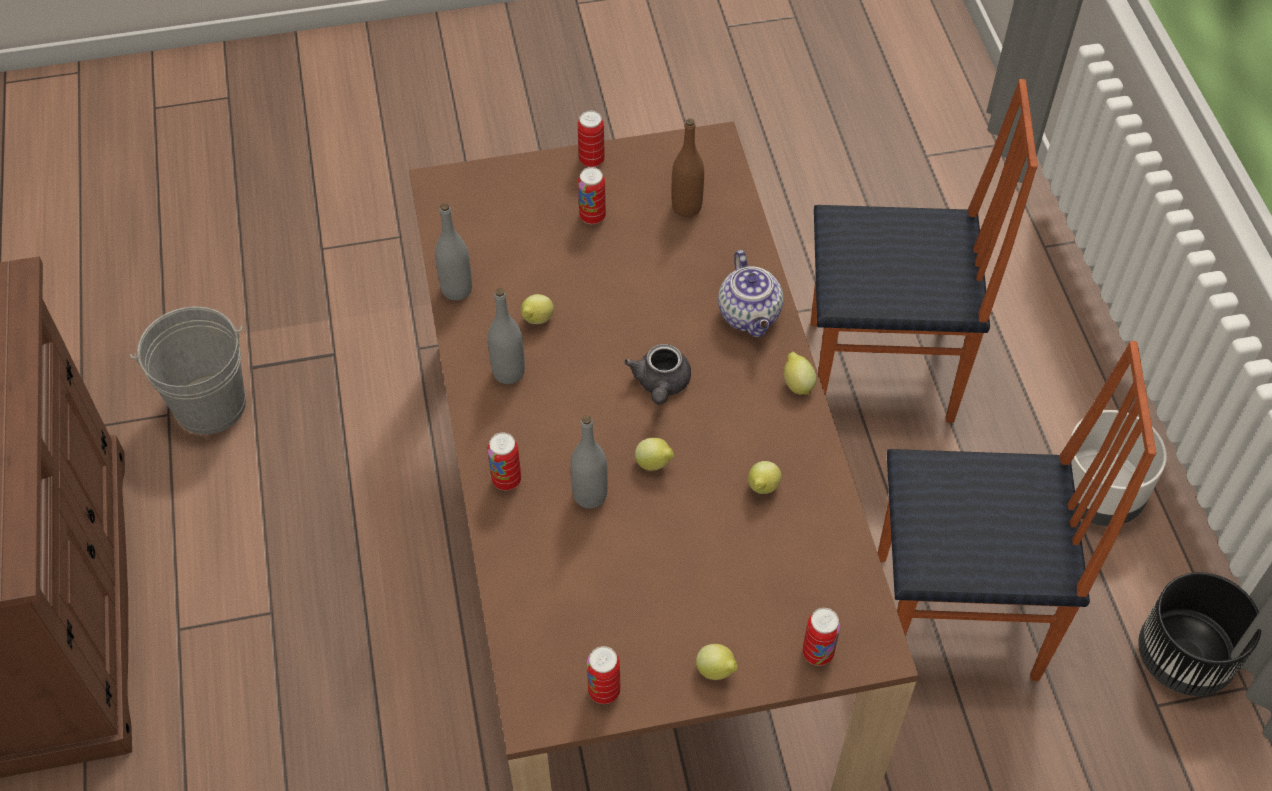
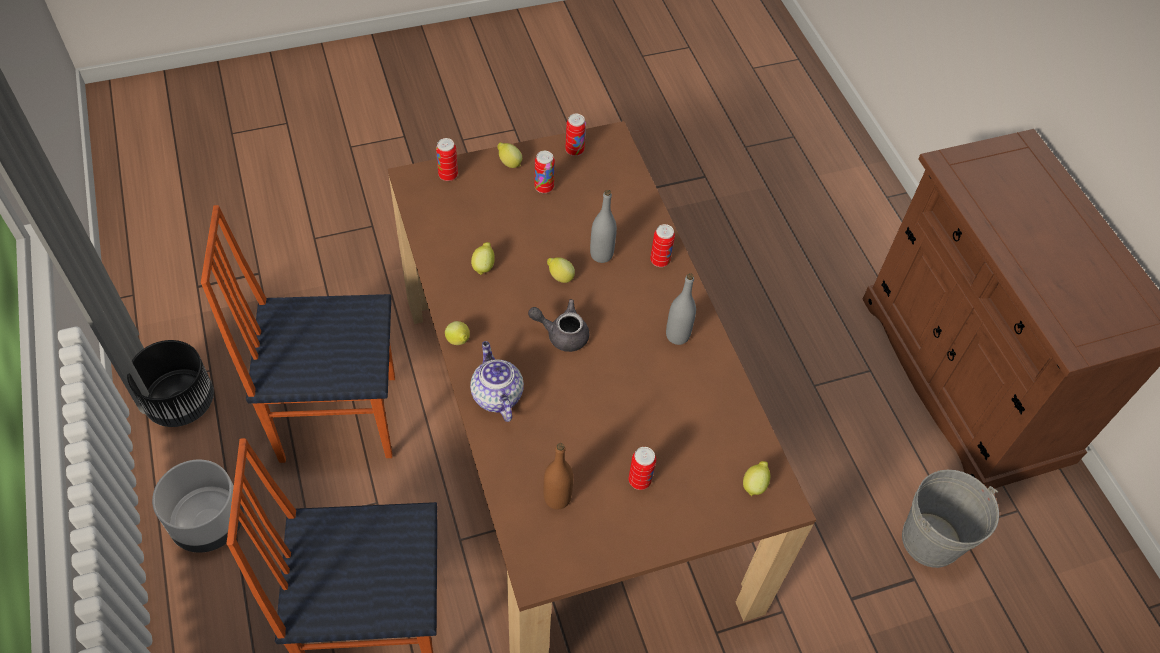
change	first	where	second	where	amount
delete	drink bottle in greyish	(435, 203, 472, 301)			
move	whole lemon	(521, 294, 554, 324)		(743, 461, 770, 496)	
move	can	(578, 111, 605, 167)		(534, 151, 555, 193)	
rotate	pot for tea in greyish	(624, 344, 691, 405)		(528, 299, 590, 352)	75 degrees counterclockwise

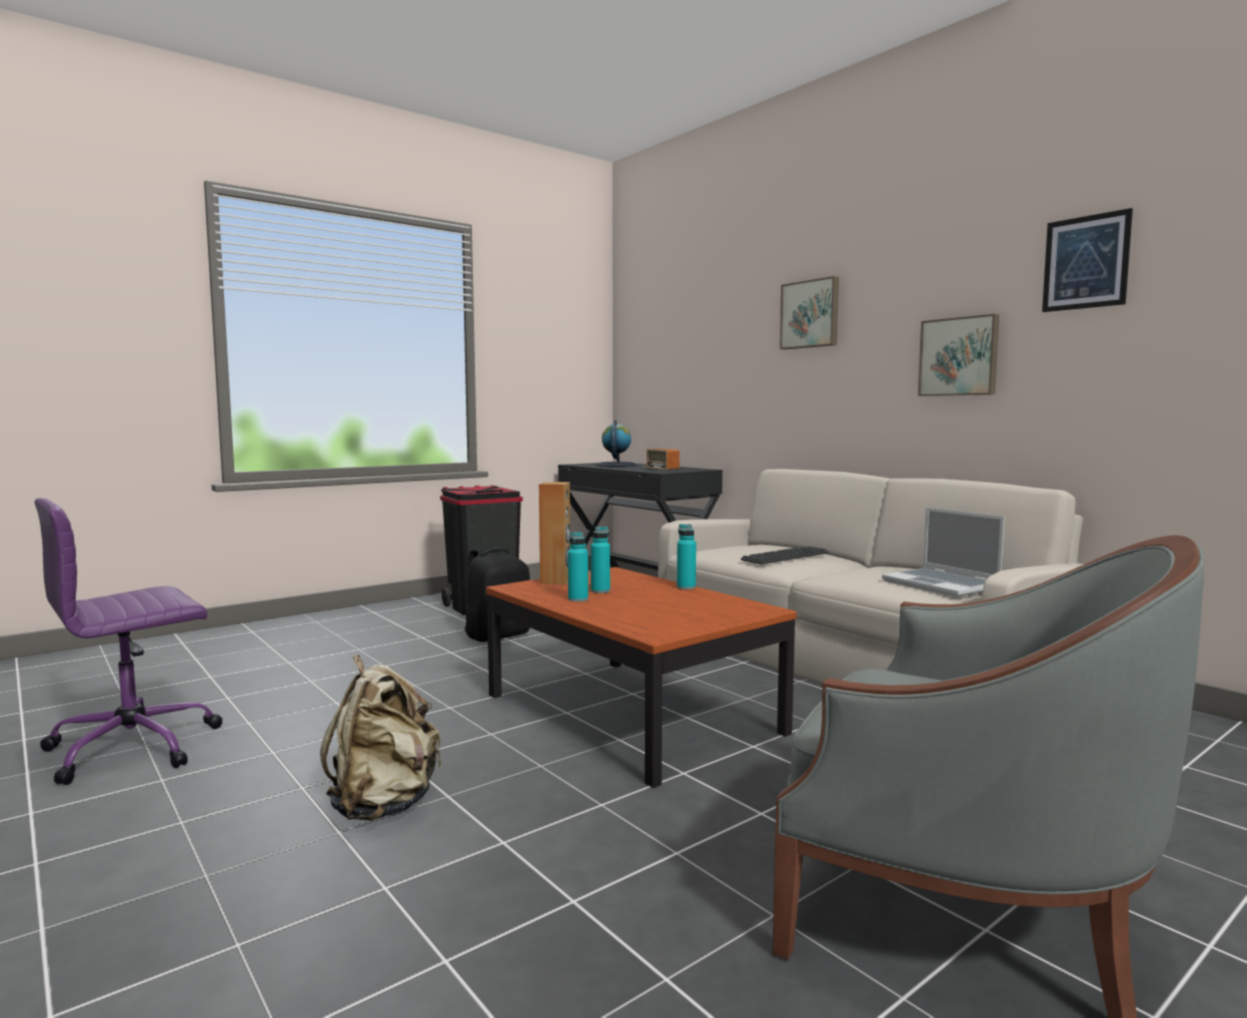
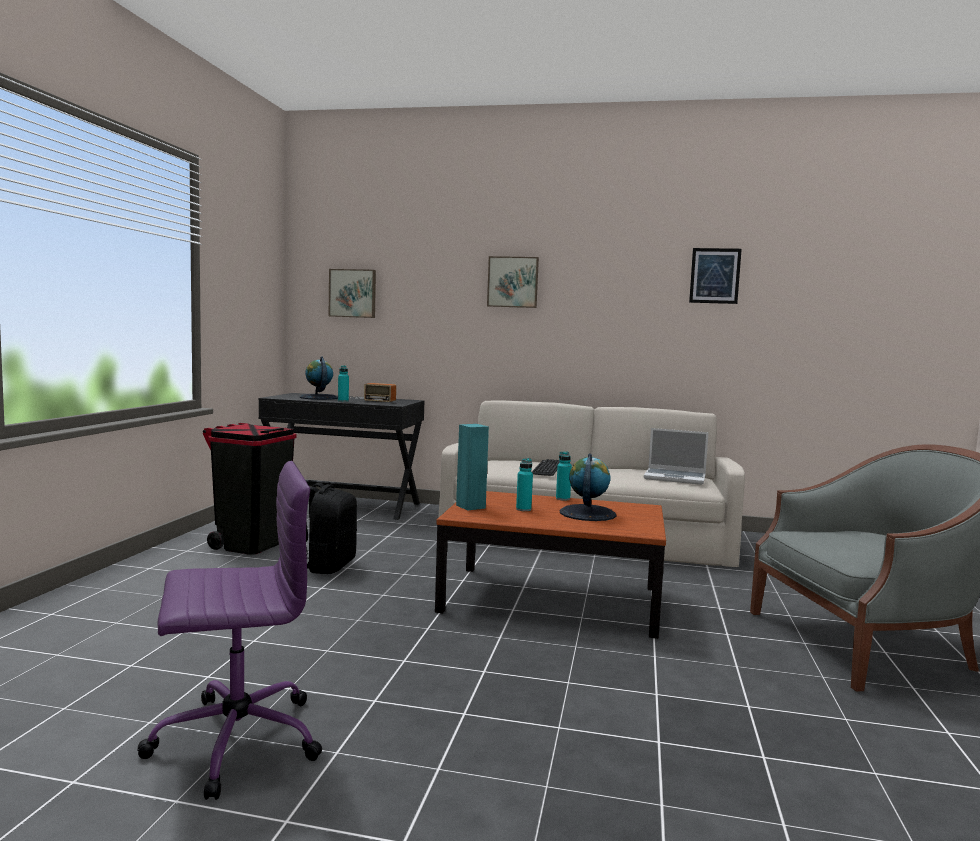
change	first	where	second	where	amount
rotate	computer chair in purple	(35, 498, 223, 785)		(137, 461, 322, 800)	120 degrees counterclockwise
delete	rucksack in beige	(320, 654, 442, 821)			
recolor	loudspeaker in brownish	(539, 482, 570, 585)	loudspeaker in turquoise	(456, 424, 489, 510)	
move	drink bottle in turquoise	(568, 532, 588, 602)		(338, 365, 349, 402)	
move	wall art	(918, 314, 999, 396)		(329, 269, 376, 318)	
insert			world globe	(560, 454, 616, 521)	

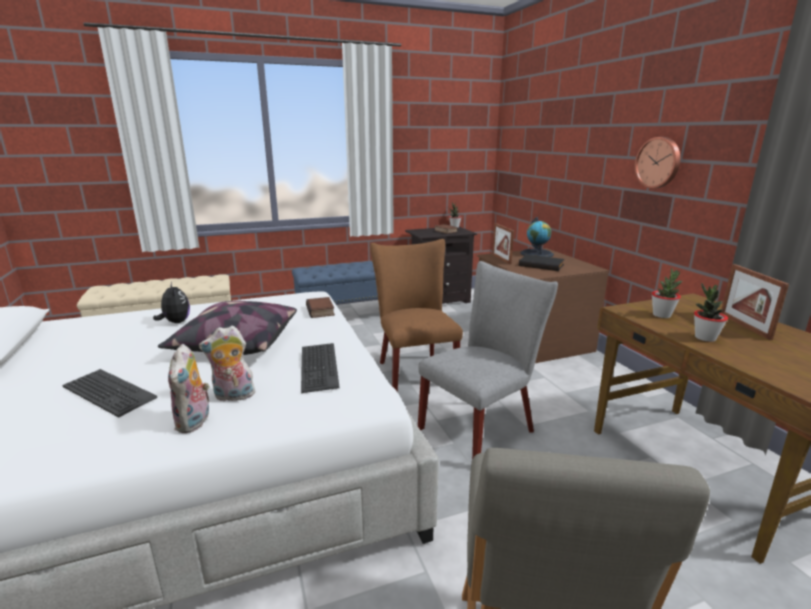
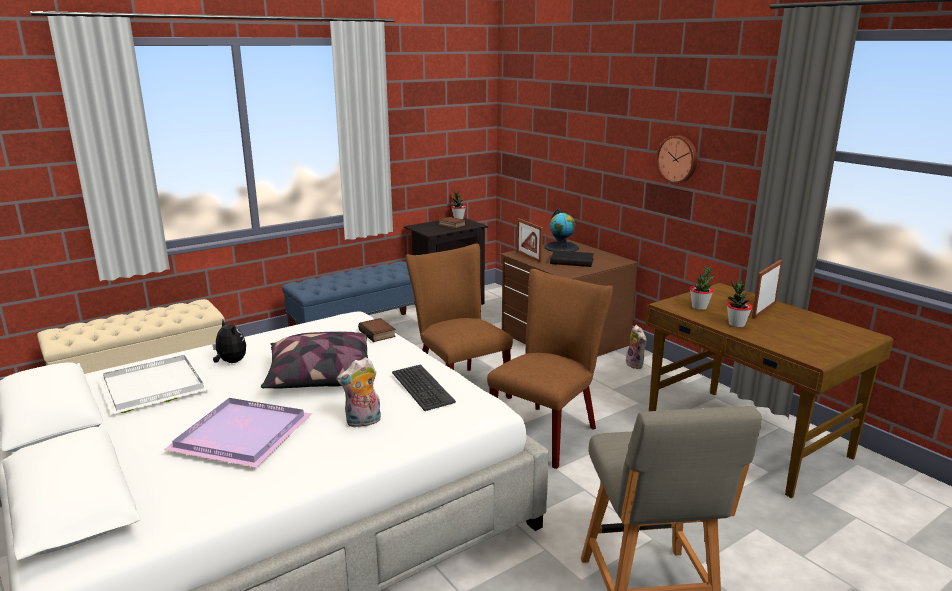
change	first	where	second	where	amount
replace	computer keyboard	(63, 369, 157, 418)	serving tray in purple	(164, 398, 312, 468)	
move	soft toy	(168, 344, 210, 433)		(626, 325, 646, 369)	
recolor	plain chair in greyish	(418, 261, 558, 459)	plain chair in brownish	(487, 269, 613, 469)	
rotate	photo frame	(720, 264, 789, 340)		(752, 260, 782, 319)	60 degrees clockwise
insert			serving tray in white	(98, 355, 211, 415)	

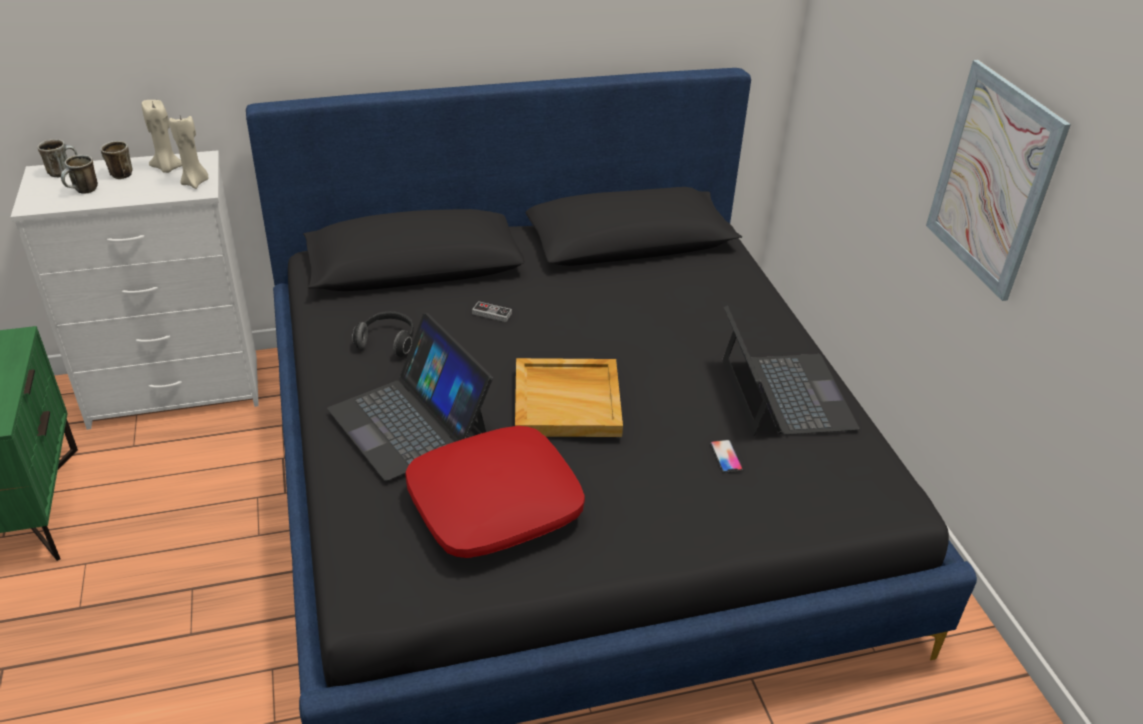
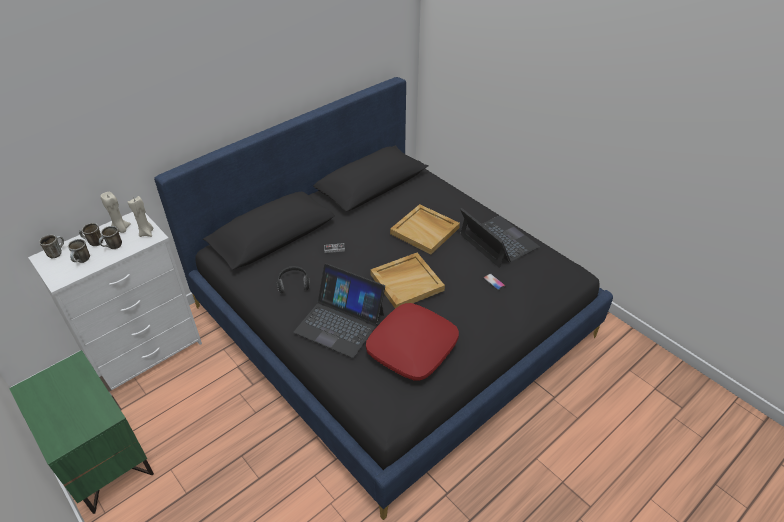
change	first	where	second	where	amount
delete	wall art	(926, 60, 1071, 301)			
insert			coffee mug	(99, 226, 122, 249)	
insert			serving tray in beige	(390, 204, 460, 254)	

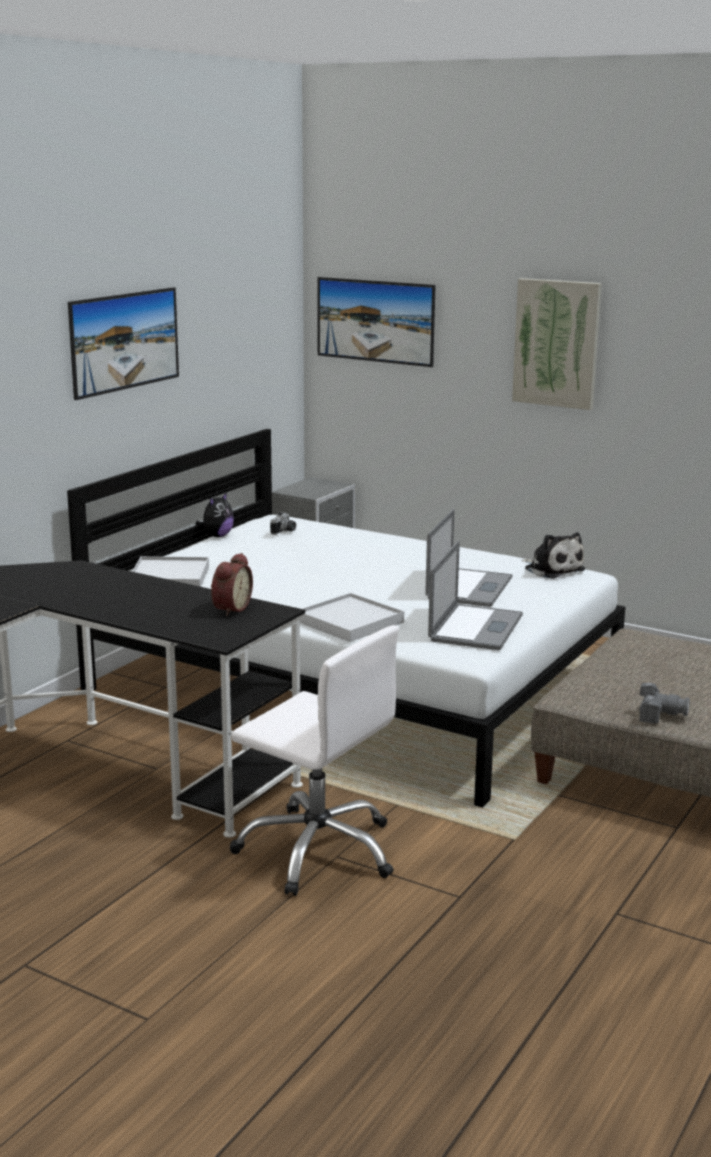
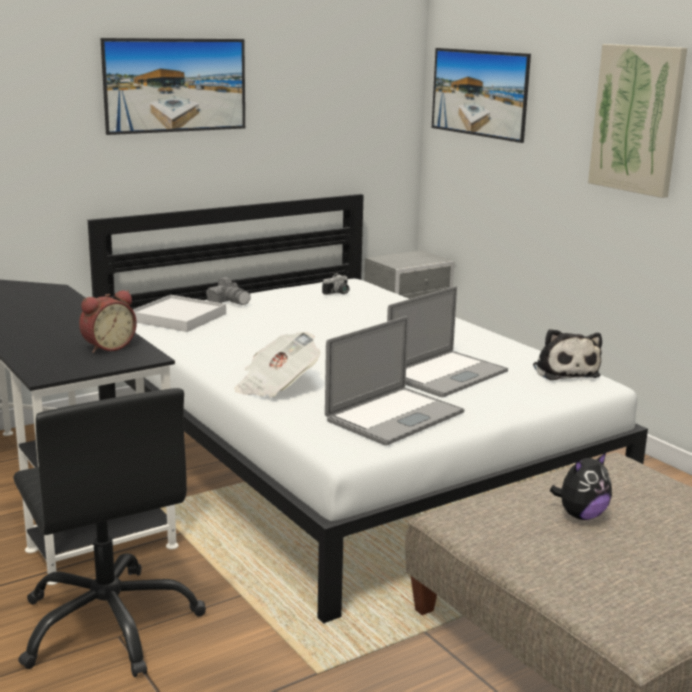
change	first	where	second	where	amount
move	soft toy	(195, 492, 234, 537)		(550, 452, 612, 520)	
recolor	computer chair in white	(230, 625, 399, 896)	computer chair in black-coloured	(13, 388, 206, 677)	
replace	serving tray in white	(300, 593, 404, 642)	daily paper	(234, 332, 320, 397)	
move	photo camera	(639, 683, 690, 723)		(206, 277, 251, 305)	

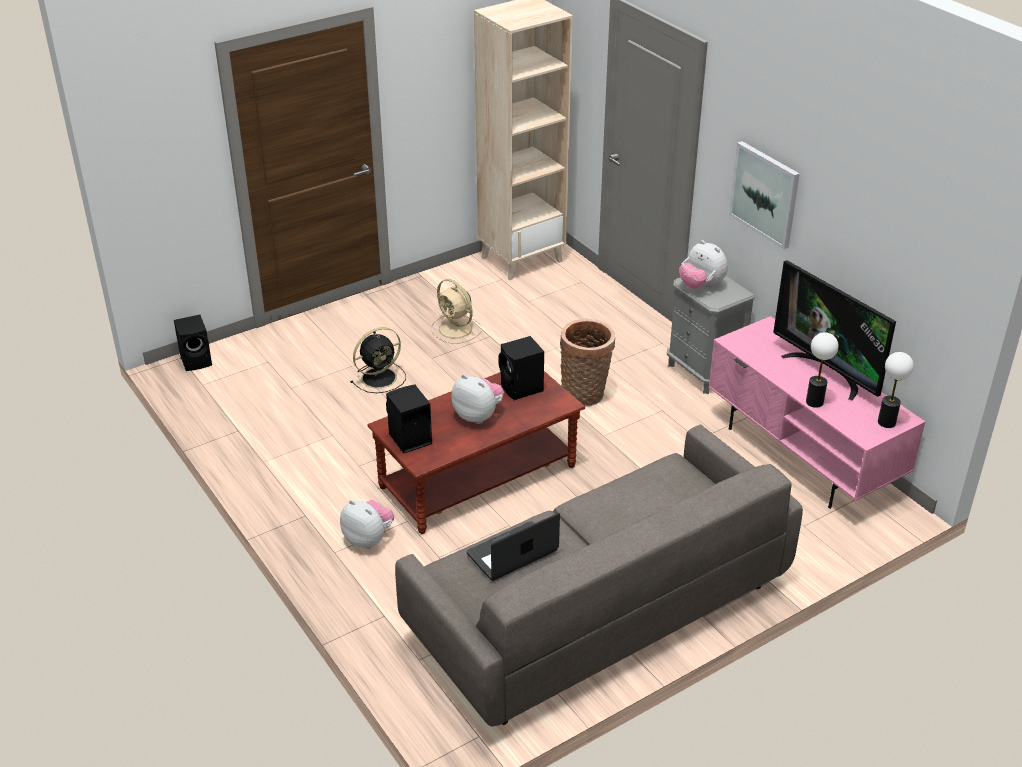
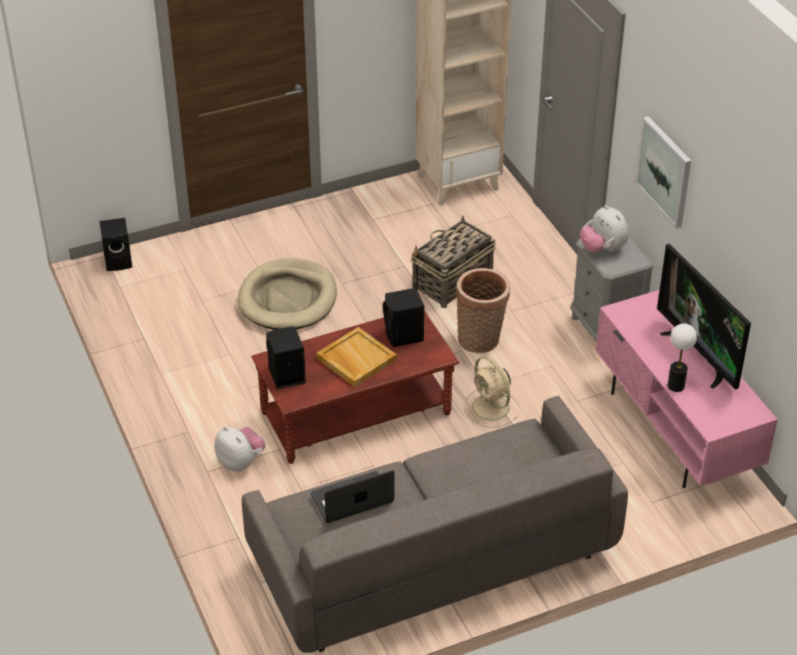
change	first	where	second	where	amount
replace	fan in black-coloured	(351, 327, 406, 393)	dog cushion in beige	(238, 258, 337, 330)	
move	fan in beige	(431, 279, 482, 344)		(464, 356, 520, 428)	
replace	soft toy	(452, 374, 504, 424)	serving tray in beige	(316, 327, 397, 387)	
delete	lamp for a table	(878, 352, 914, 428)			
insert			household basket	(411, 216, 496, 308)	

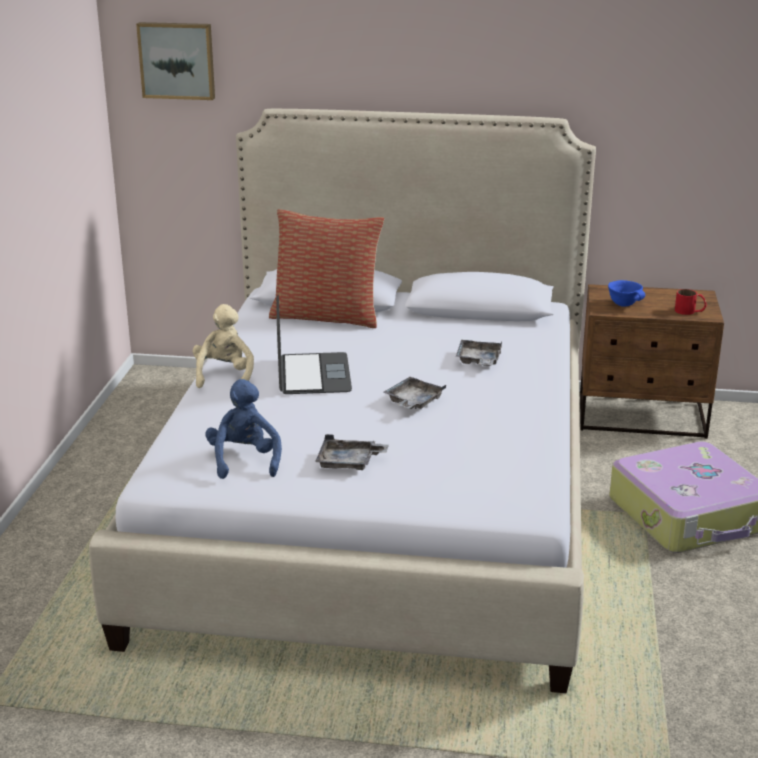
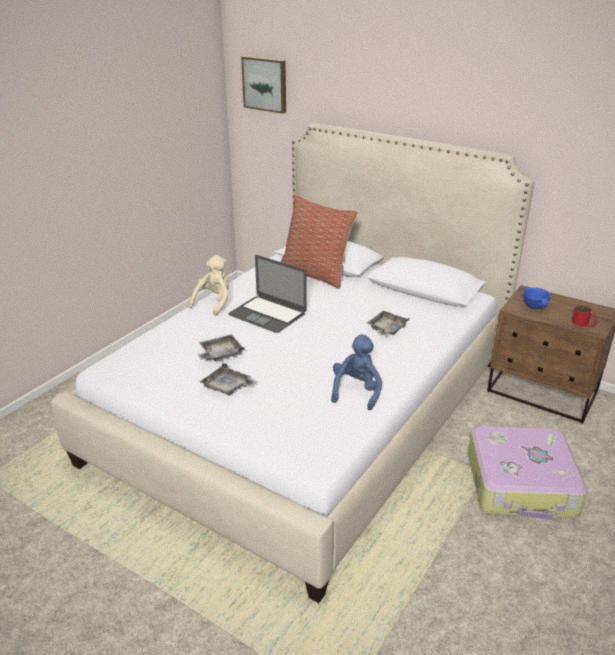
change	first	where	second	where	amount
move	soft toy in blue	(205, 379, 282, 479)		(331, 334, 382, 410)	
rotate	notebook computer	(276, 295, 352, 394)		(228, 255, 306, 333)	105 degrees clockwise
move	serving tray in greyish	(383, 377, 446, 409)		(197, 334, 245, 361)	

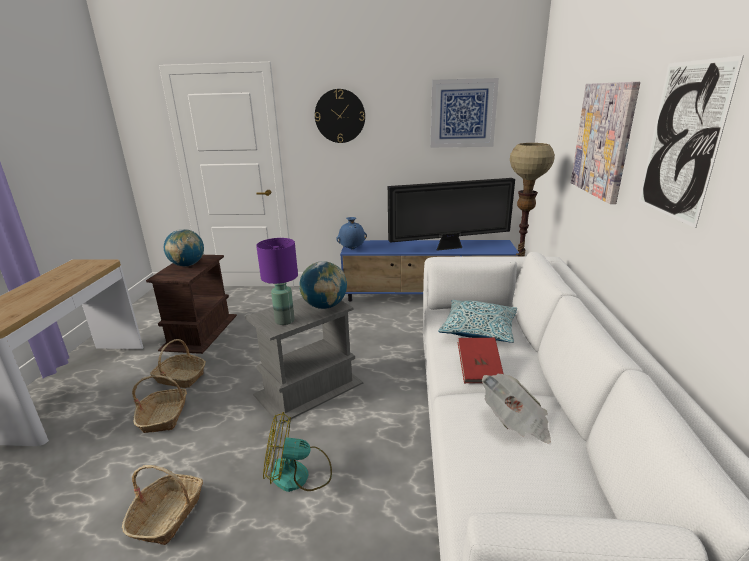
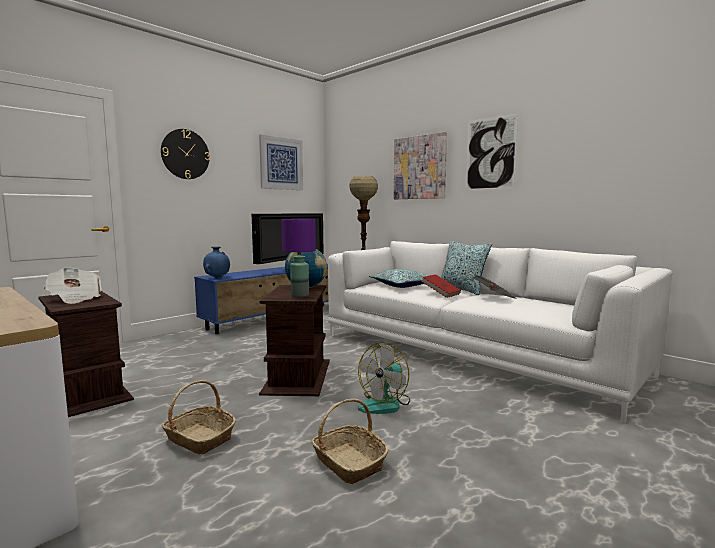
change	first	where	second	where	amount
delete	household basket	(150, 339, 206, 388)			
replace	world globe	(164, 229, 204, 267)	daily paper	(44, 268, 101, 304)	
recolor	side table in greyish	(245, 298, 363, 424)	side table in brownish	(259, 285, 330, 396)	
insert			cushion	(441, 241, 492, 295)	

